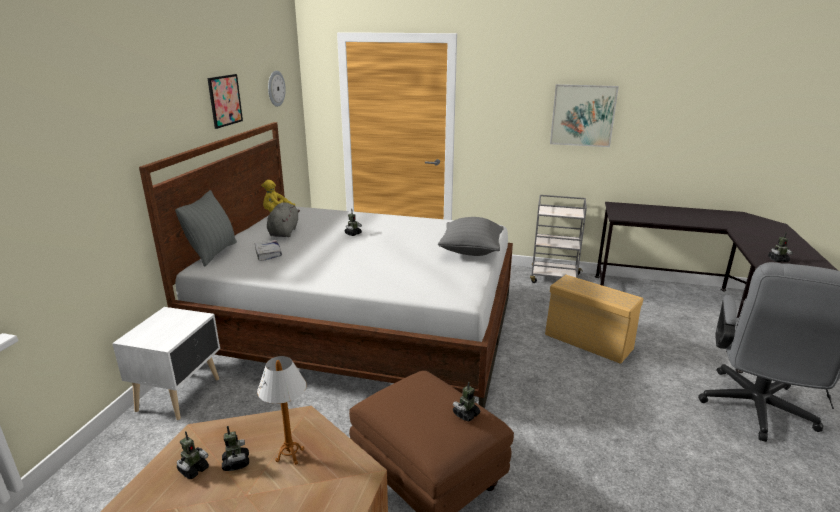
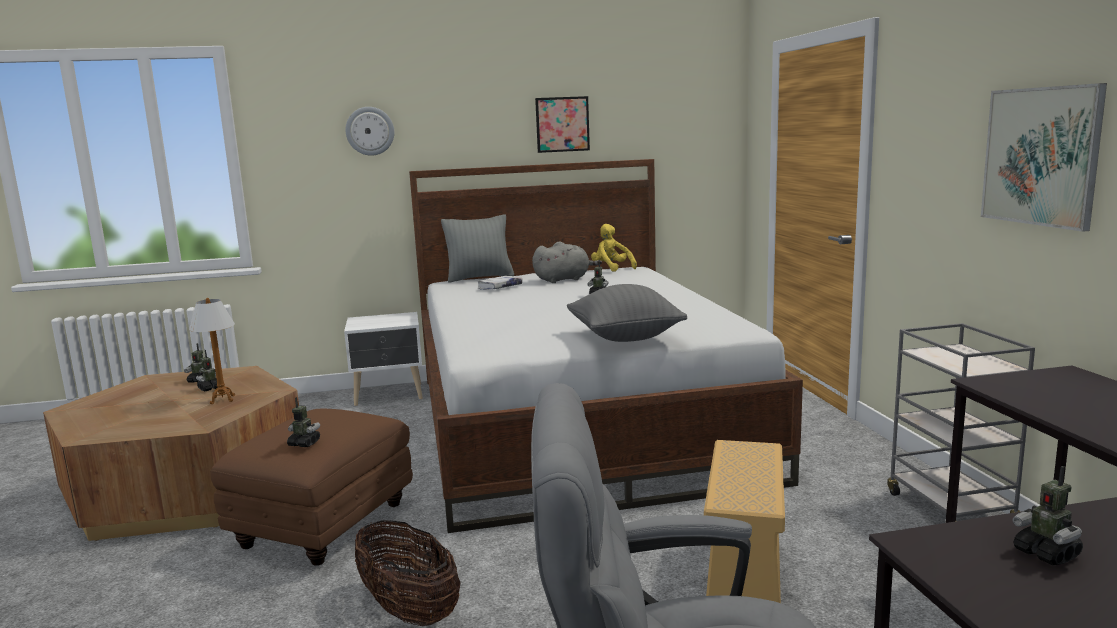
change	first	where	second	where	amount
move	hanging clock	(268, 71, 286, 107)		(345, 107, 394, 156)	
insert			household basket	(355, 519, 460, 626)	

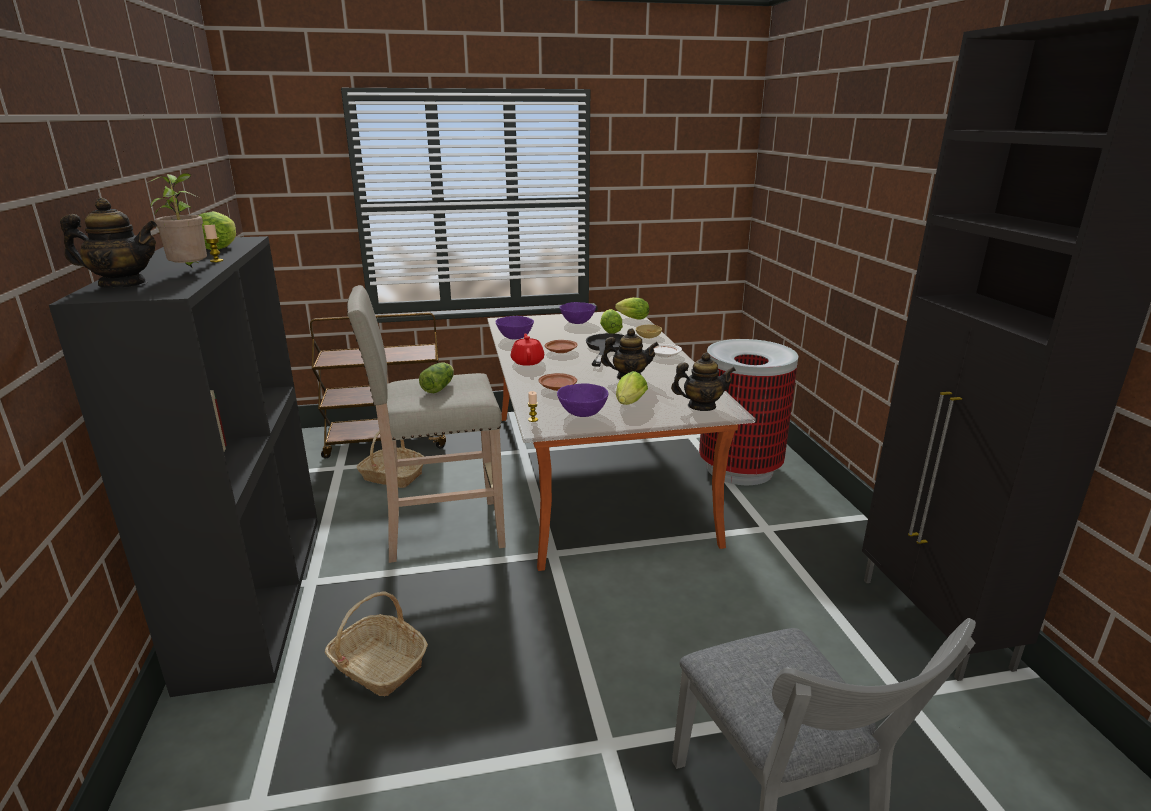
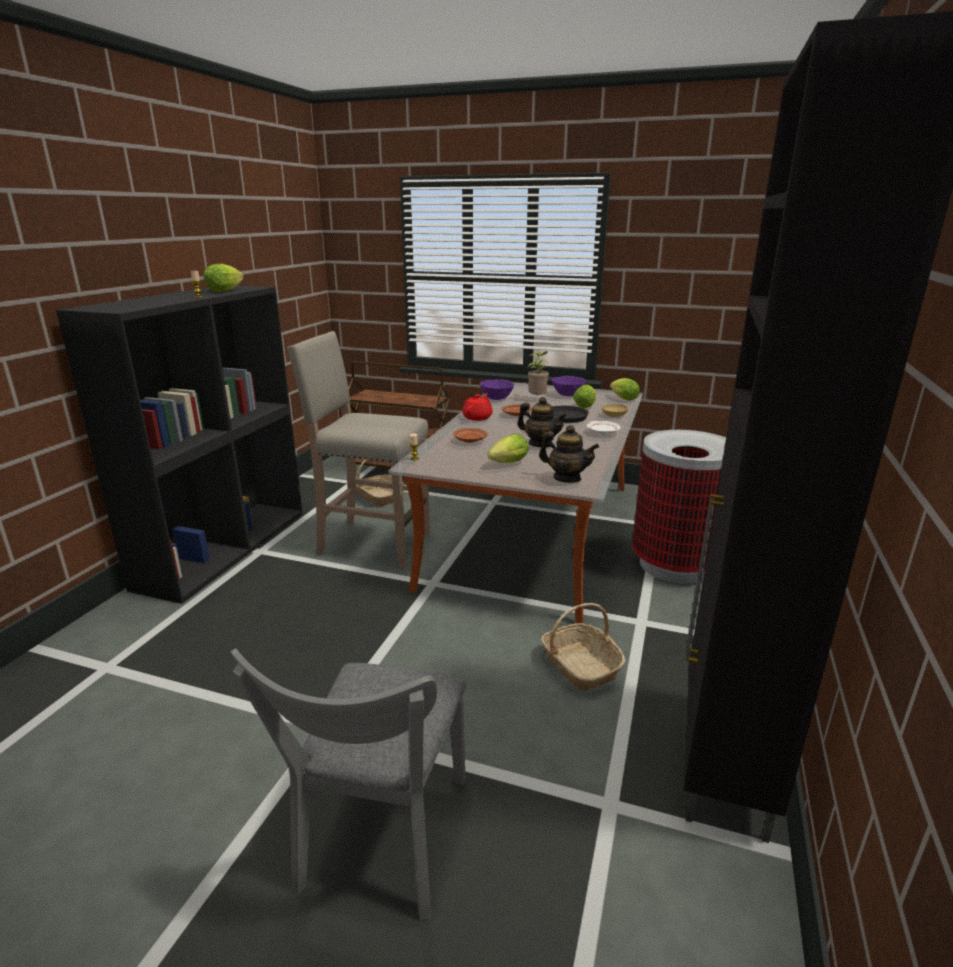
change	first	where	second	where	amount
delete	pot for tea	(60, 198, 157, 288)			
move	plant in a pot	(147, 173, 207, 268)		(528, 350, 550, 396)	
move	household basket	(325, 592, 428, 696)		(541, 603, 626, 691)	
delete	lettuce	(419, 362, 454, 393)			
delete	deep dish in purple	(557, 383, 609, 417)			

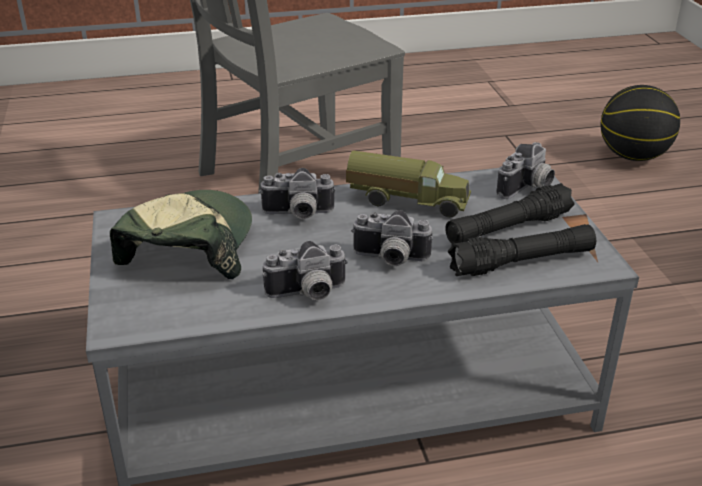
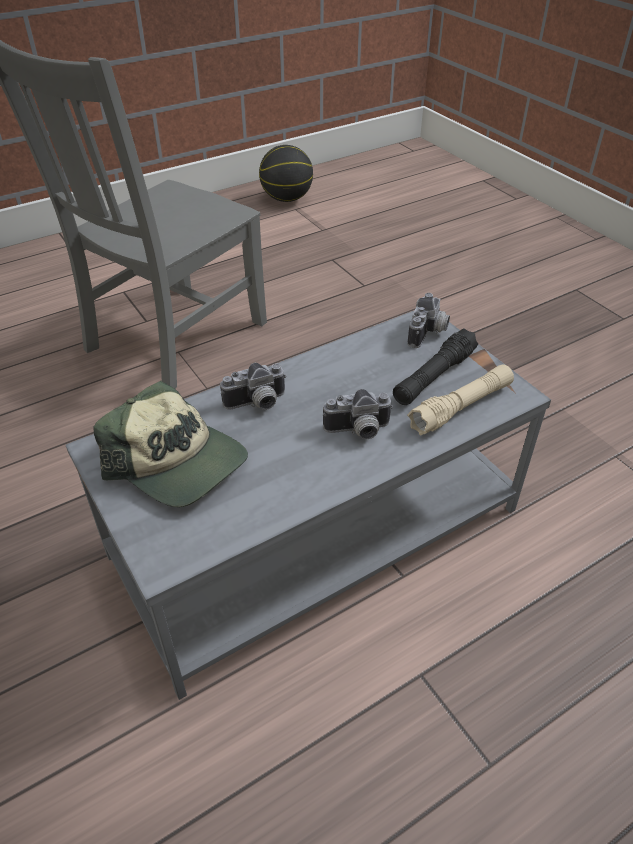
change	first	where	second	where	amount
rotate	peaked cap	(110, 190, 252, 279)		(93, 381, 248, 507)	135 degrees clockwise
delete	photo camera	(263, 241, 348, 300)			
delete	toy truck	(346, 150, 471, 217)			
recolor	hand torch in black-coloured	(448, 224, 596, 276)	hand torch in beige	(407, 364, 514, 435)	
move	basketball	(600, 85, 680, 161)		(259, 145, 313, 202)	

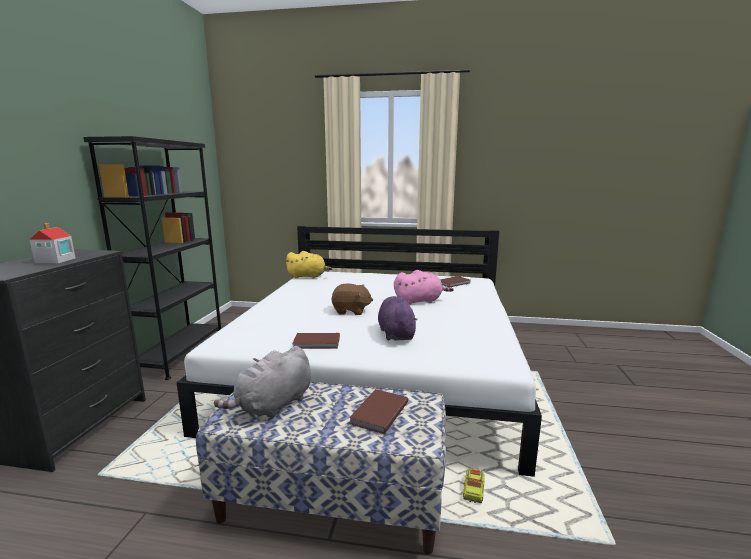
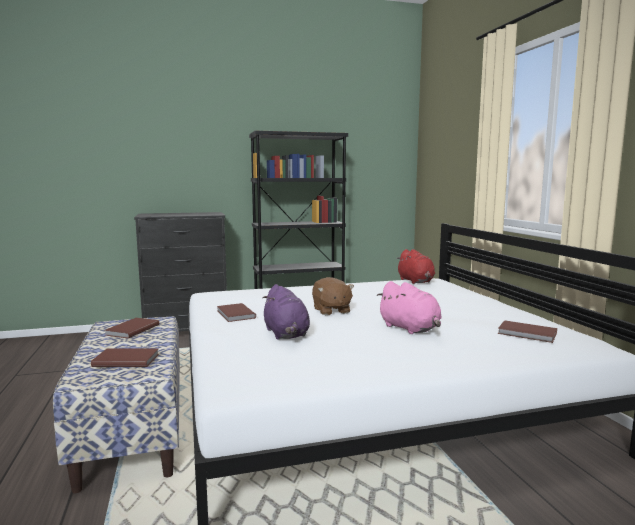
change	first	where	second	where	amount
delete	miniature house	(30, 223, 76, 263)			
replace	soft toy in greyish	(214, 346, 311, 418)	book in brownish	(105, 318, 159, 339)	
recolor	soft toy in yellow	(285, 251, 332, 278)	soft toy in red	(396, 249, 435, 284)	
rotate	soft toy in purple	(378, 296, 418, 341)		(262, 284, 310, 340)	105 degrees clockwise
delete	toy truck	(463, 469, 485, 503)			

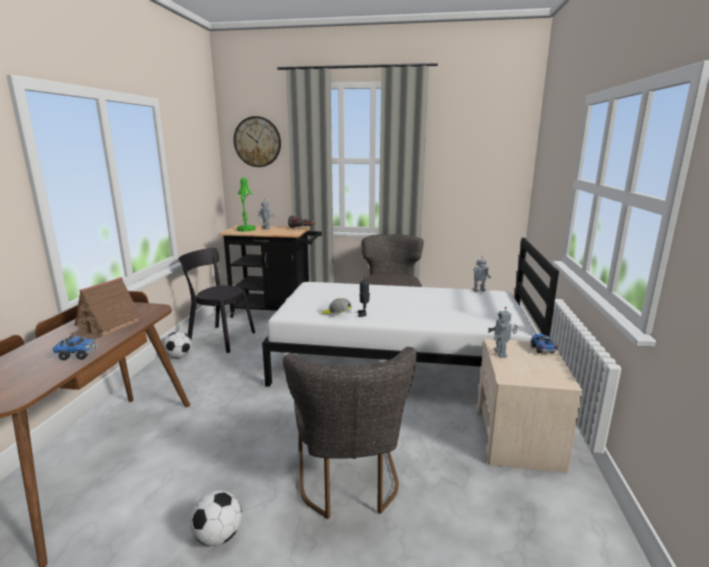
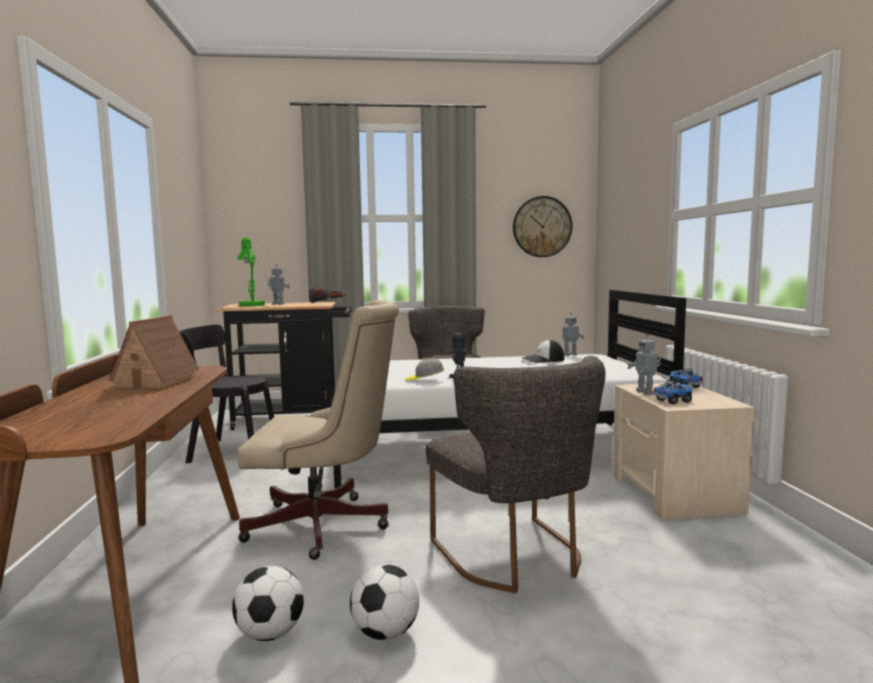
change	first	where	second	where	amount
move	toy truck	(53, 335, 98, 360)		(653, 380, 693, 404)	
move	ball for football	(163, 332, 192, 358)		(232, 566, 304, 641)	
move	hanging clock	(234, 116, 281, 167)		(513, 196, 572, 257)	
insert			computer chair in beige	(237, 300, 399, 560)	
insert			peaked cap	(522, 340, 564, 363)	

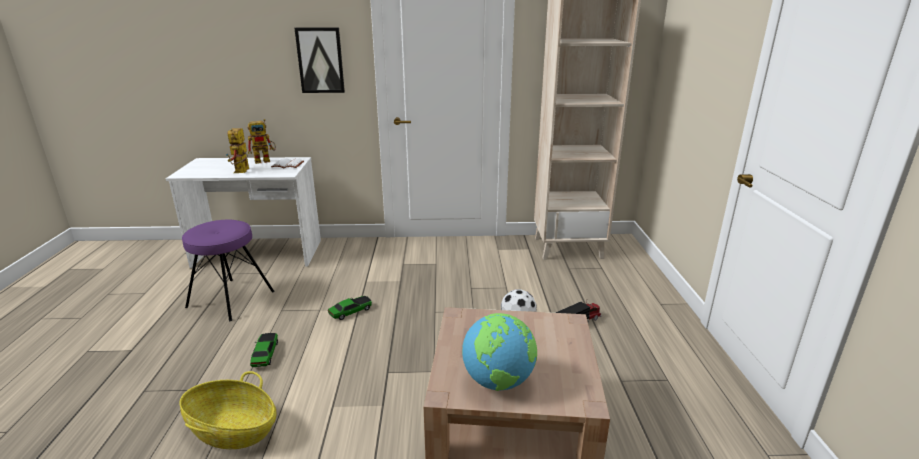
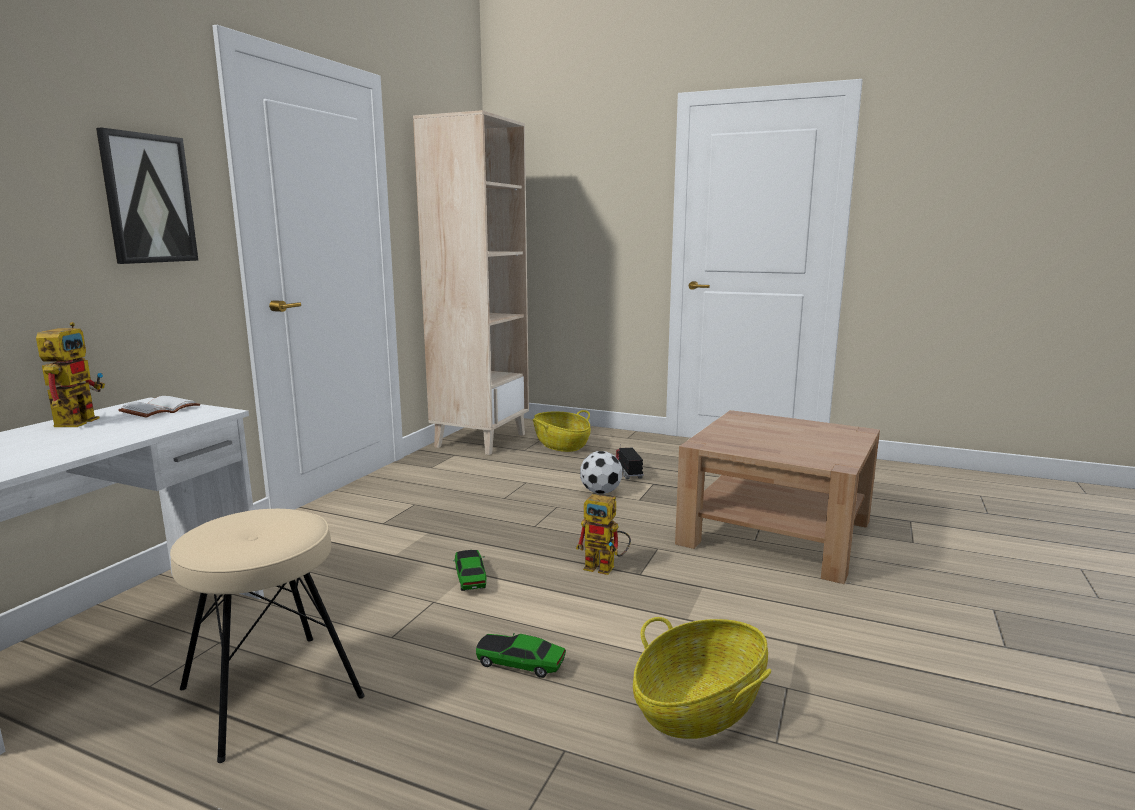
change	first	where	second	where	amount
recolor	stool seat in purple	(182, 220, 275, 321)	stool seat in beige	(170, 509, 365, 763)	
move	robot figure	(226, 128, 249, 173)		(576, 494, 631, 575)	
delete	world globe	(462, 313, 537, 391)			
insert			household basket	(533, 410, 591, 452)	

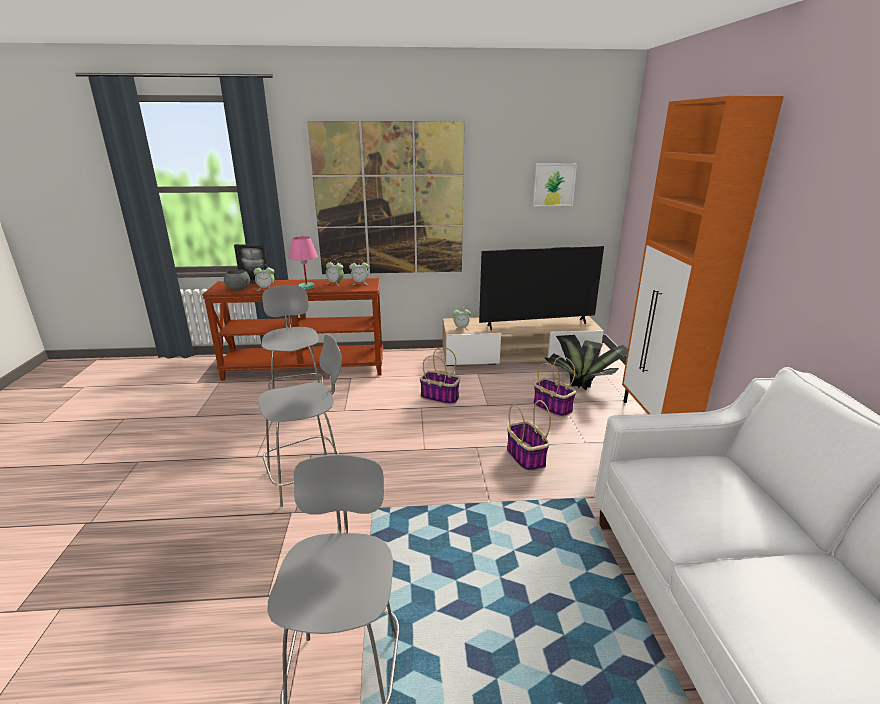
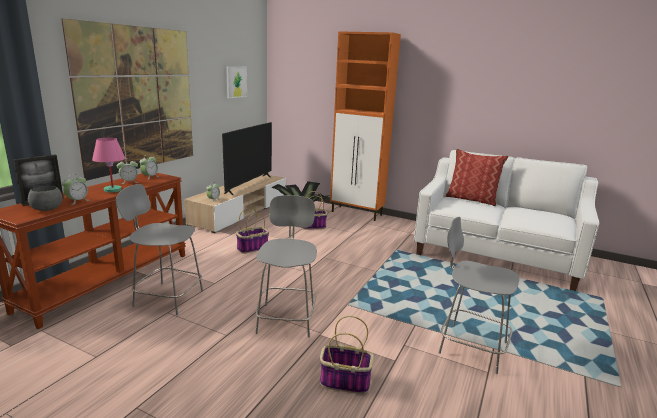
change	first	where	second	where	amount
move	household basket	(507, 400, 551, 472)		(320, 316, 374, 394)	
insert			cushion	(445, 149, 508, 206)	

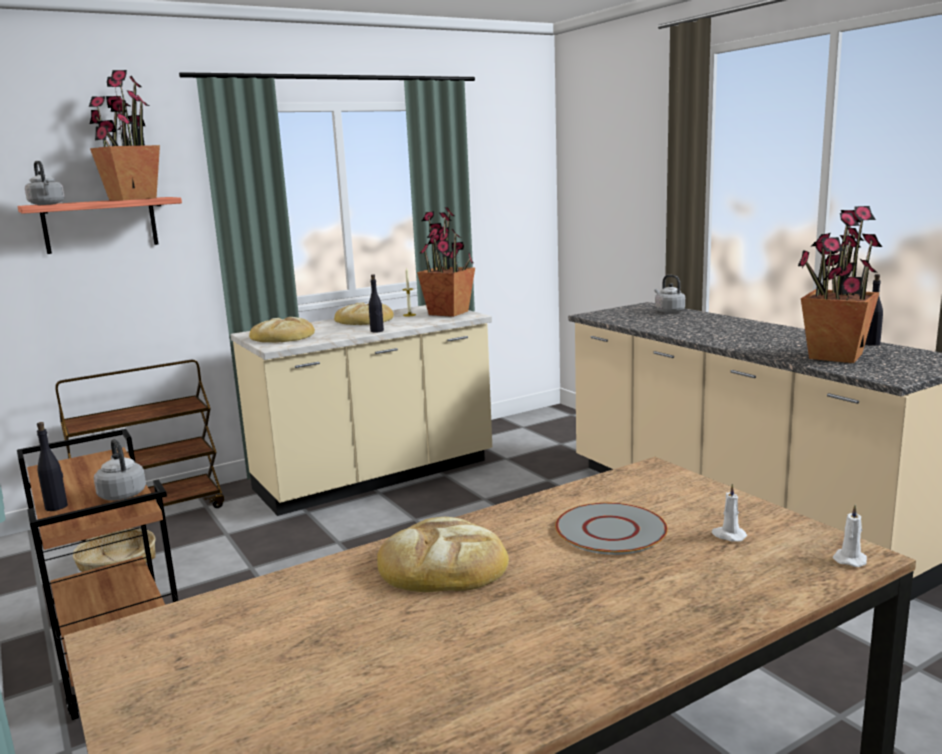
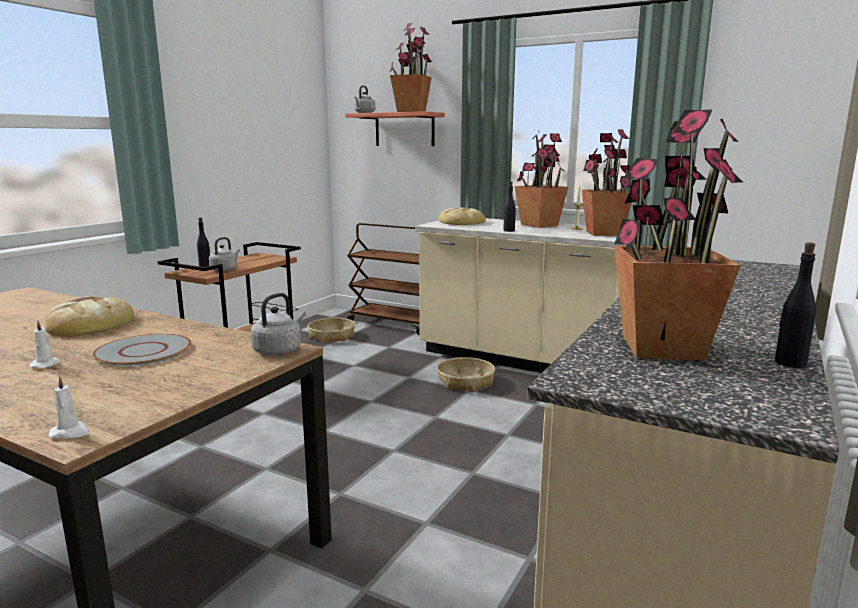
change	first	where	second	where	amount
replace	baked bread	(334, 303, 394, 325)	plant in a pot	(514, 130, 569, 228)	
move	tea kettle in greyish	(655, 275, 685, 313)		(251, 293, 306, 355)	
move	wax candle in white	(712, 484, 747, 542)		(29, 320, 60, 369)	
insert			household basket	(437, 357, 495, 392)	

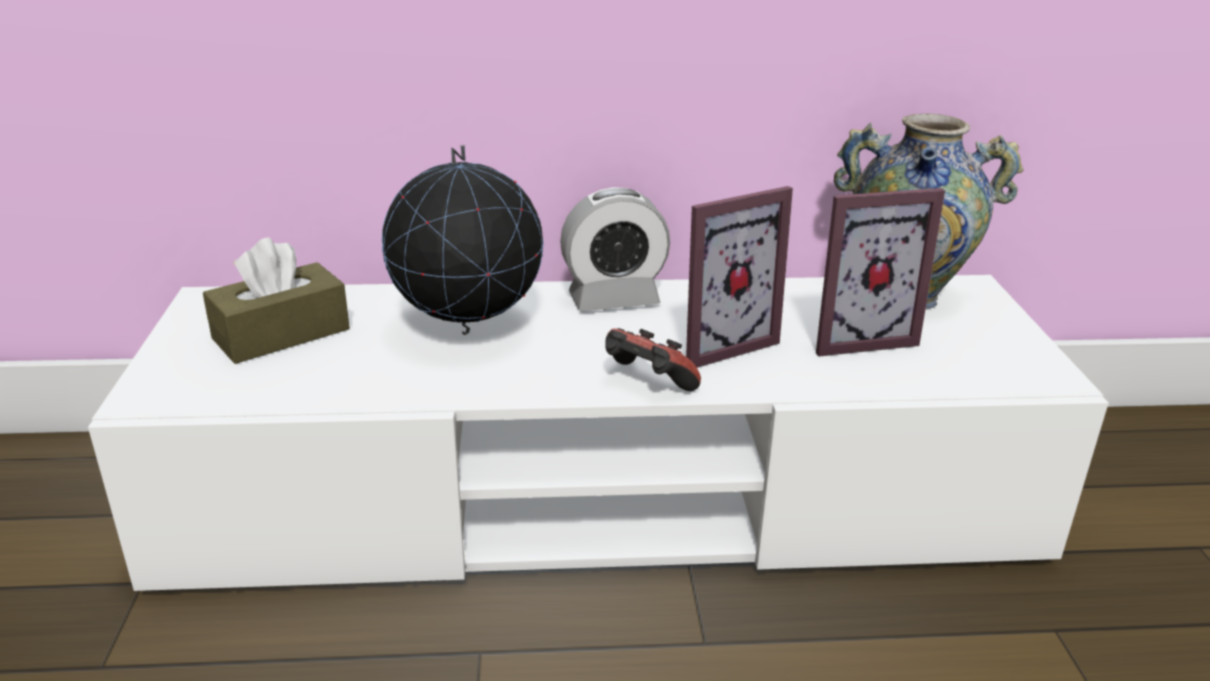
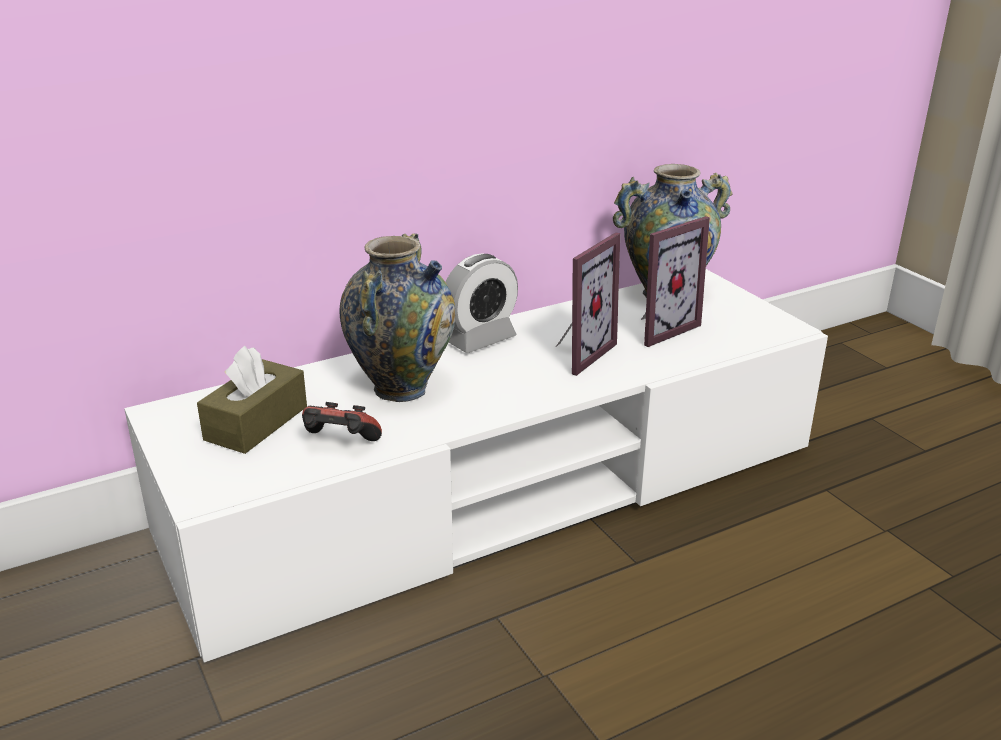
change	first	where	second	where	amount
replace	world globe	(382, 145, 544, 335)	vase	(339, 233, 455, 402)	
move	gamepad	(605, 328, 701, 391)		(302, 402, 382, 441)	

